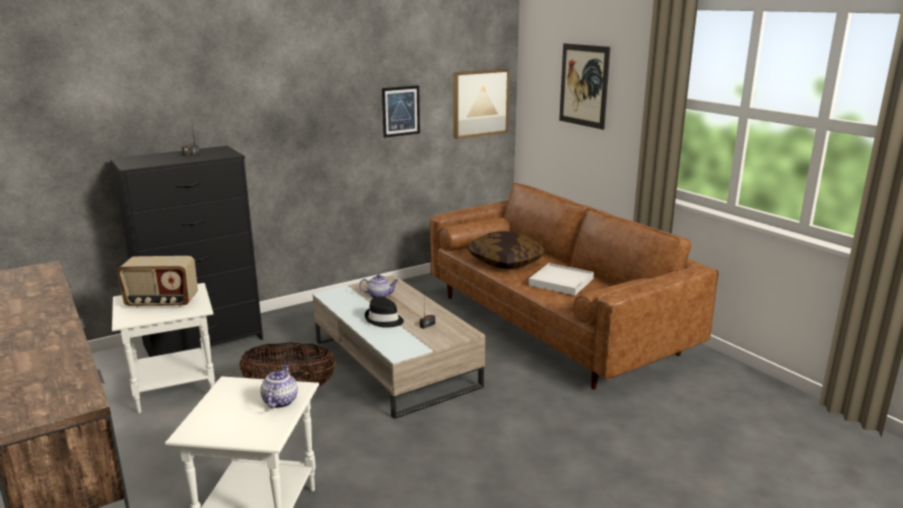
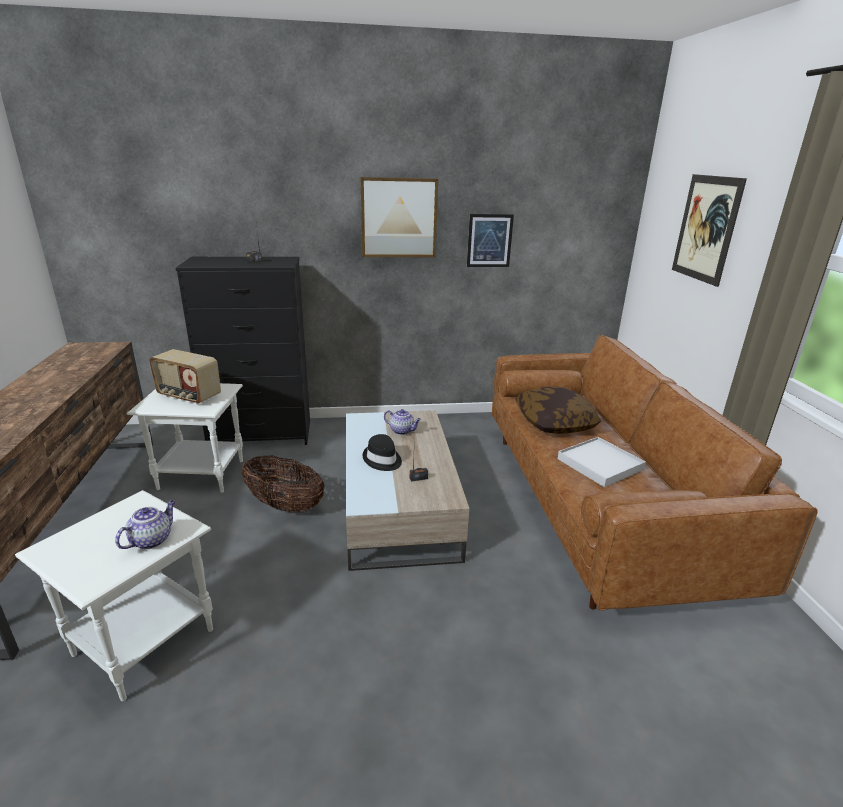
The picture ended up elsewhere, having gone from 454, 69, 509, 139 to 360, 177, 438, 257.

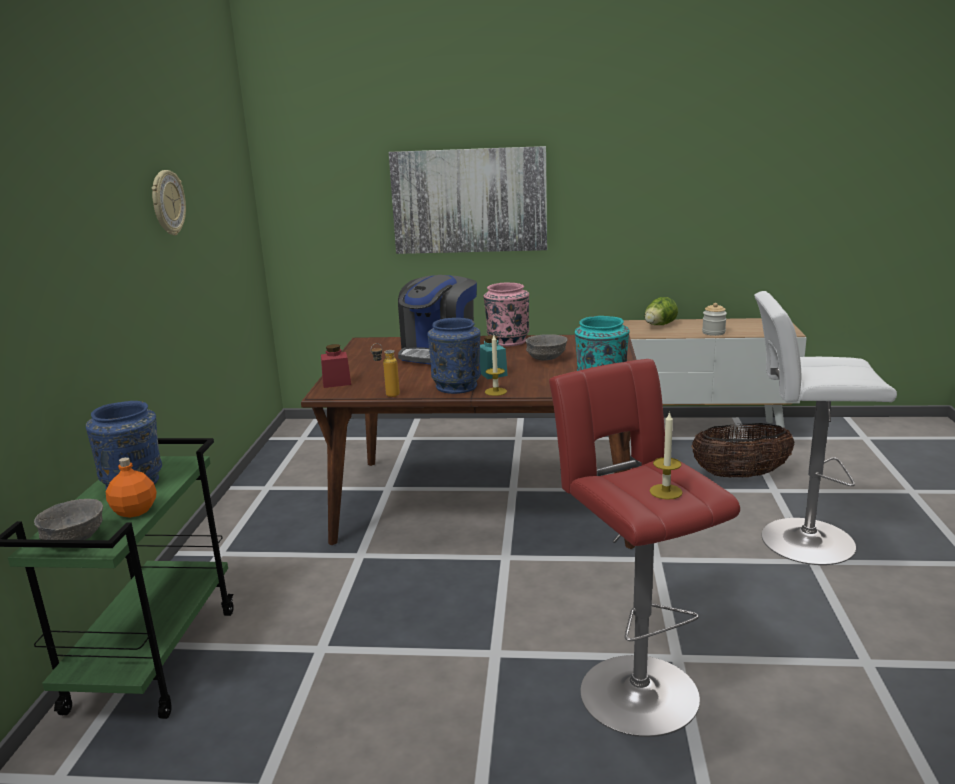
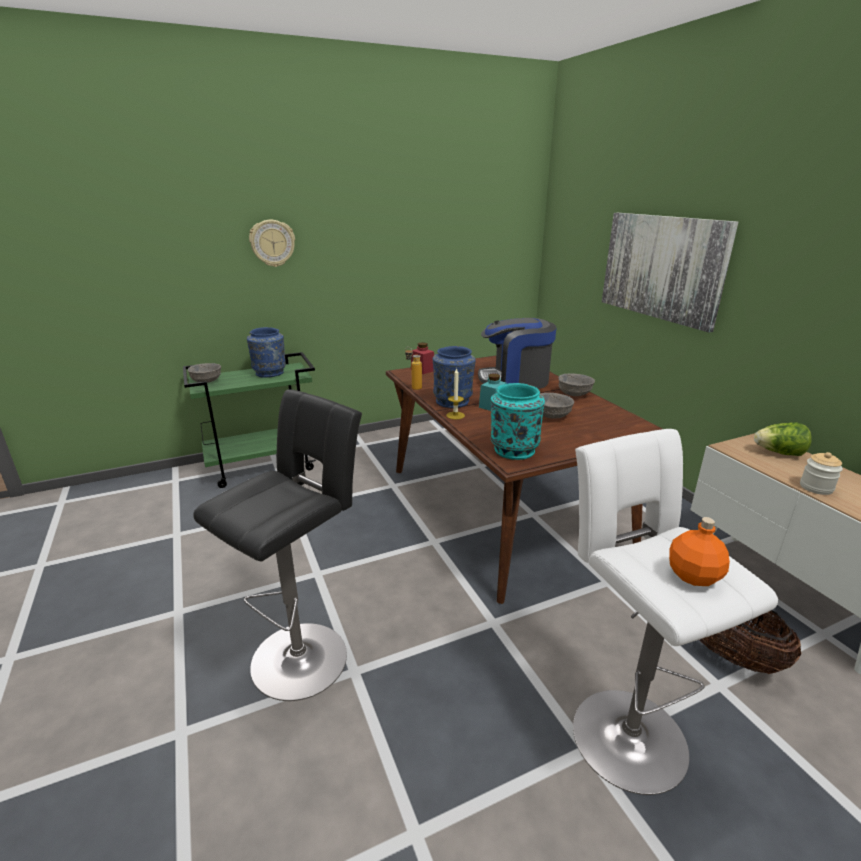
The wall clock ended up elsewhere, having gone from 152, 170, 186, 235 to 249, 220, 295, 267.
Where the pink vase stood at 483, 282, 529, 347, the grey bowl came to stand at 558, 373, 595, 396.
What was the red stool at 549, 359, 740, 737 turned into the black stool at 193, 389, 362, 701.
The second view lost the candle at 650, 411, 683, 500.
The orange bottle ended up elsewhere, having gone from 106, 457, 157, 518 to 669, 517, 730, 586.

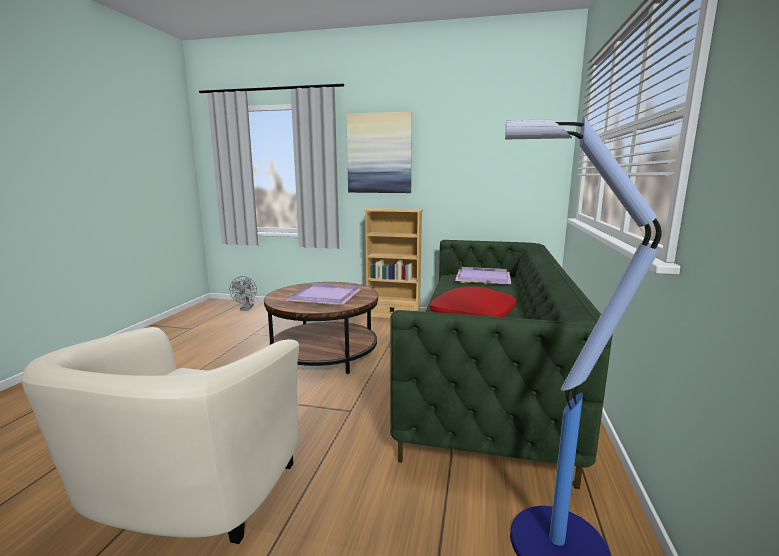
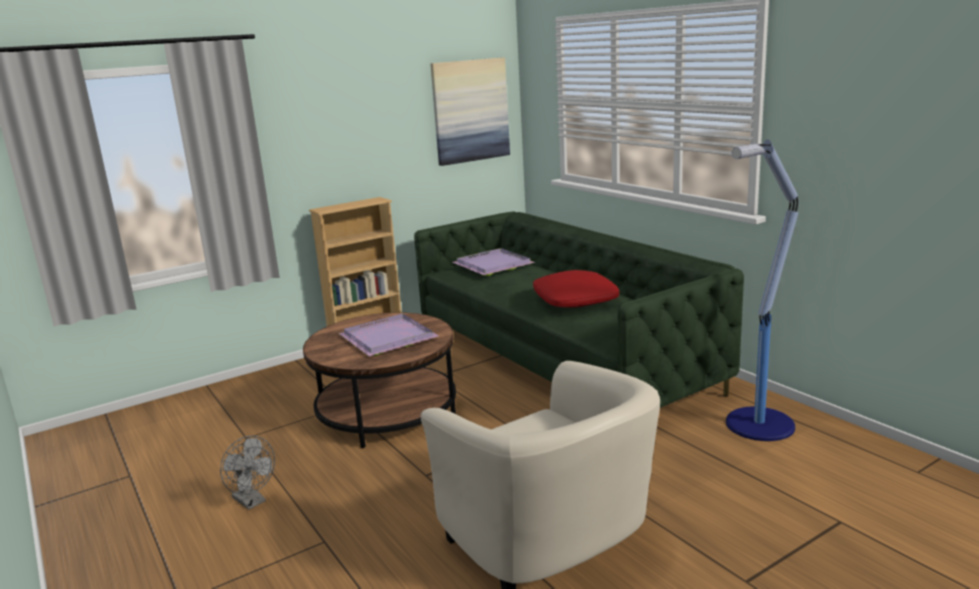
The picture ended up elsewhere, having gone from 346, 112, 412, 193 to 431, 57, 510, 166.
The grey fan ended up elsewhere, having gone from 230, 276, 257, 310 to 220, 436, 275, 510.

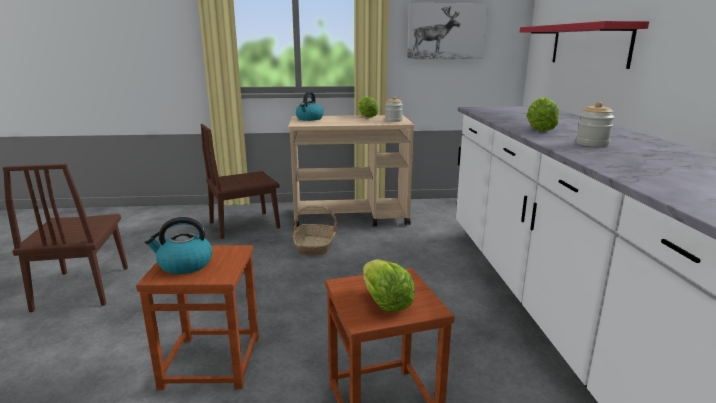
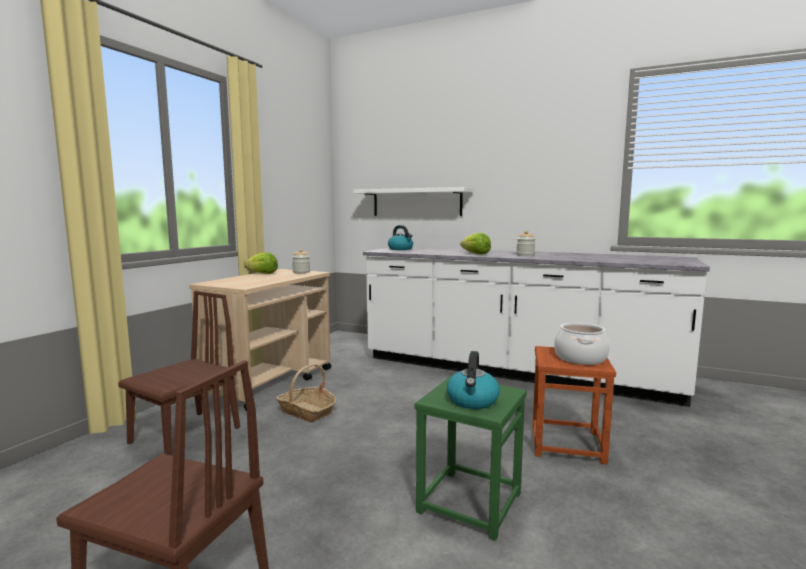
The second view lost the picture at 407, 3, 487, 59.
What was the red shelf at 520, 21, 649, 69 turned into the white shelf at 353, 187, 473, 216.
The kettle ended up elsewhere, having gone from 296, 92, 324, 121 to 388, 225, 413, 250.
The brown chair at 201, 124, 280, 239 ended up facing another way, 150 degrees counterclockwise from before.
What was the brown stool at 136, 245, 259, 390 turned into the green stool at 415, 376, 527, 541.
Where the lettuce stood at 363, 259, 415, 312, the cooking pot came to stand at 554, 323, 610, 365.

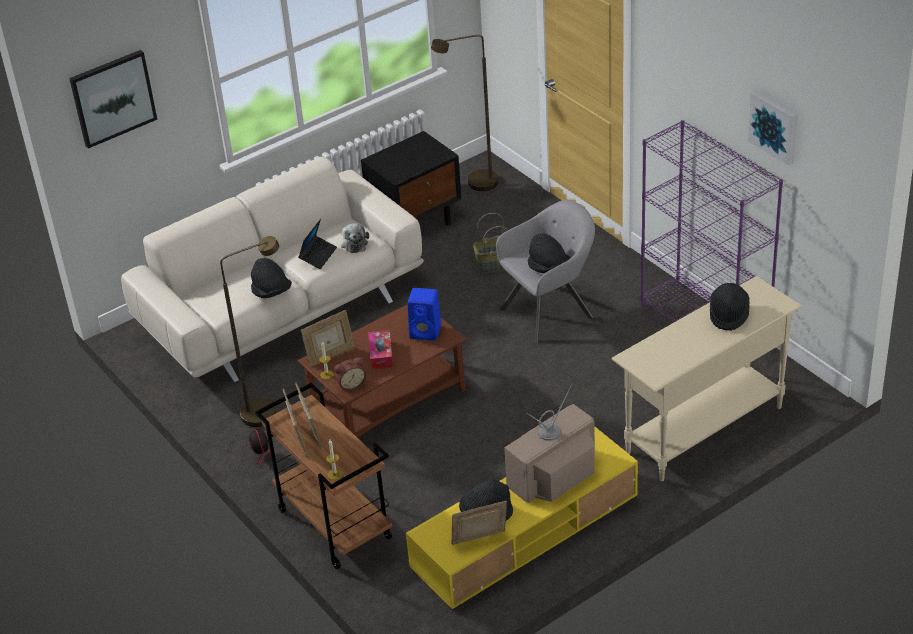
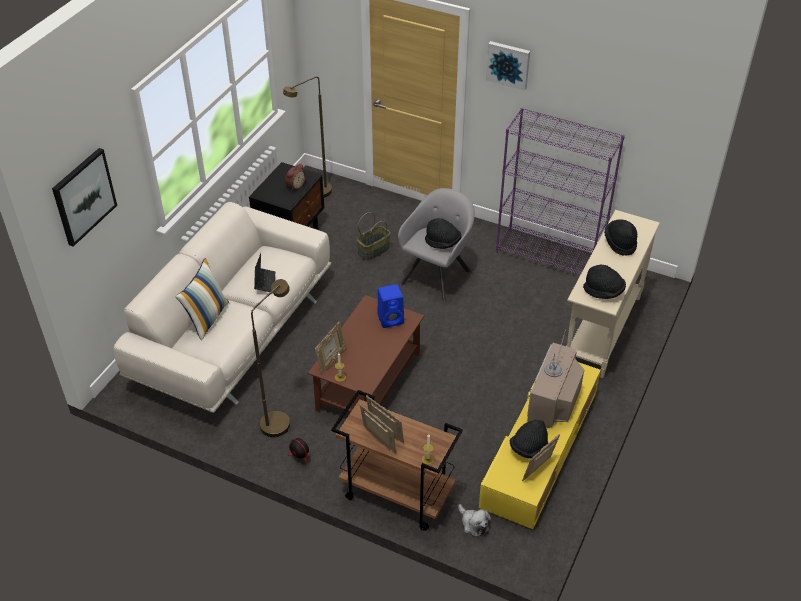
The picture ended up elsewhere, having gone from 748, 91, 798, 166 to 486, 41, 530, 90.
The plush toy ended up elsewhere, having gone from 341, 223, 369, 253 to 458, 504, 491, 537.
The black hat ended up elsewhere, having gone from 251, 258, 292, 298 to 583, 265, 626, 299.
The second view lost the tissue box at 368, 330, 393, 370.
The alarm clock ended up elsewhere, having gone from 334, 357, 366, 391 to 285, 163, 306, 190.
The second view gained the pillow at 175, 258, 229, 341.

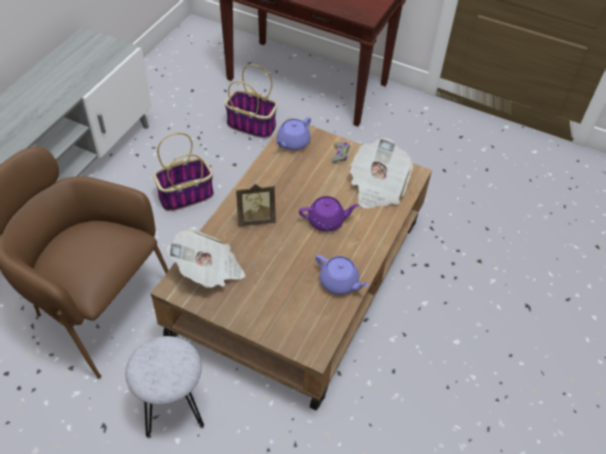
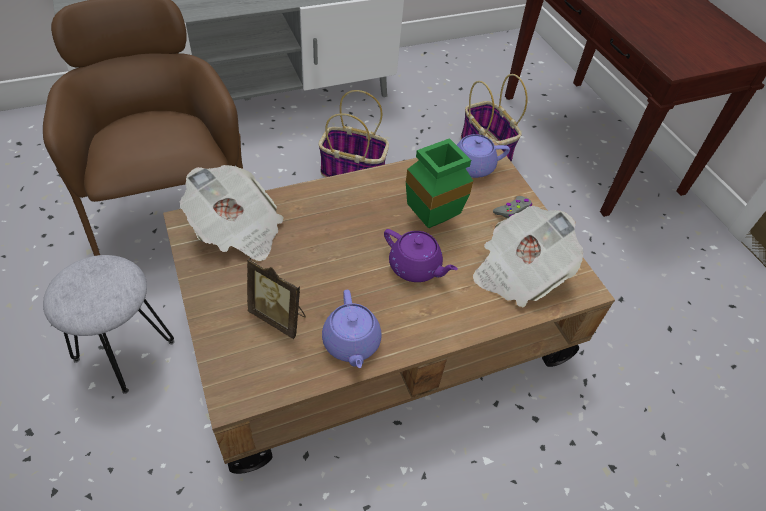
The picture frame ended up elsewhere, having gone from 236, 184, 276, 226 to 247, 258, 306, 339.
The second view gained the green vase at 406, 138, 473, 228.

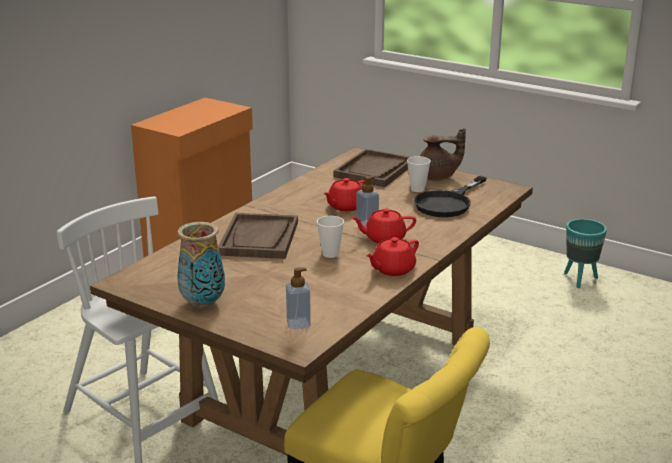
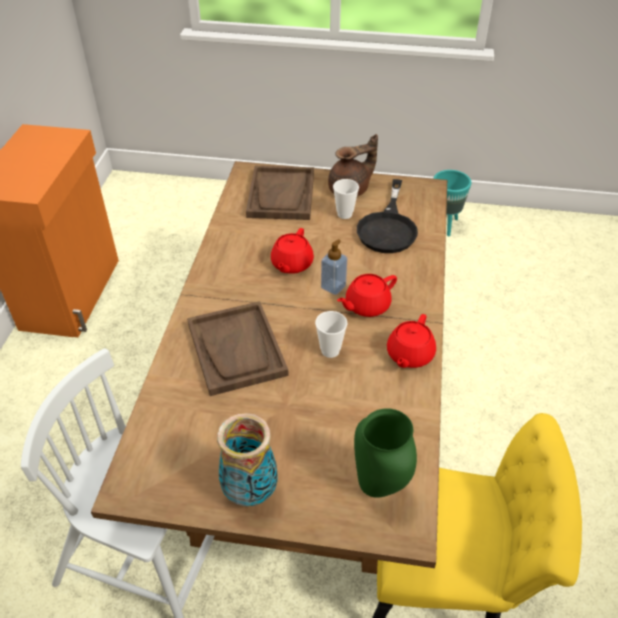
Where the soap dispenser stood at 286, 268, 311, 329, the green vase came to stand at 354, 408, 417, 498.

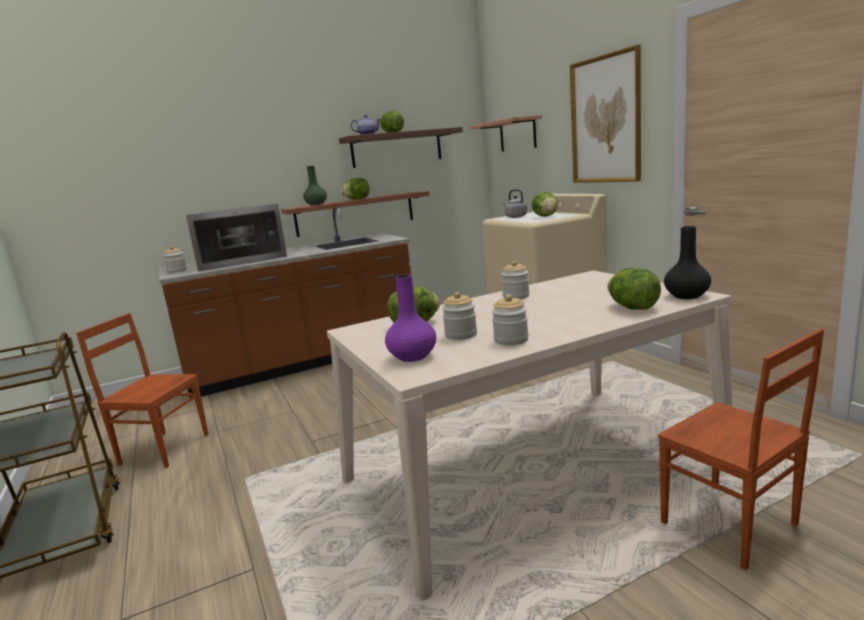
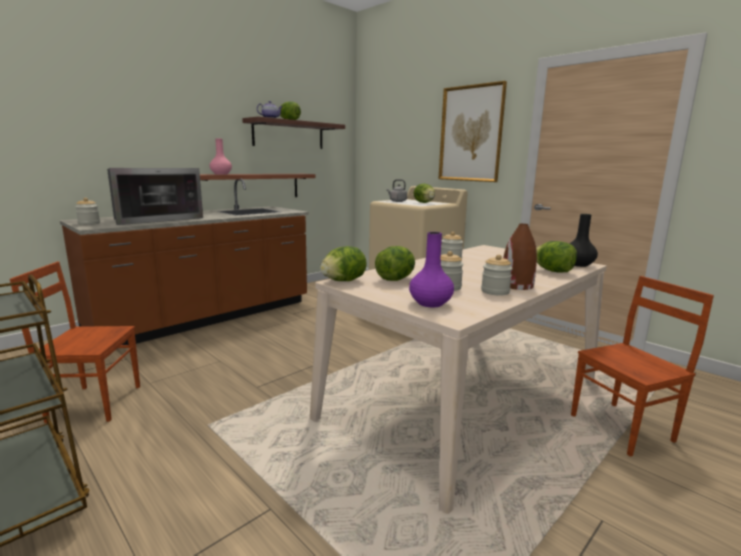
The second view lost the shelf at 470, 115, 542, 152.
What was the green vase at 303, 166, 327, 205 turned into the pink vase at 210, 138, 232, 175.
The lettuce ended up elsewhere, having gone from 340, 178, 369, 200 to 320, 246, 367, 281.
The brown chair at 658, 328, 824, 570 ended up facing another way, 60 degrees counterclockwise from before.
The second view gained the brown vase at 503, 224, 537, 290.

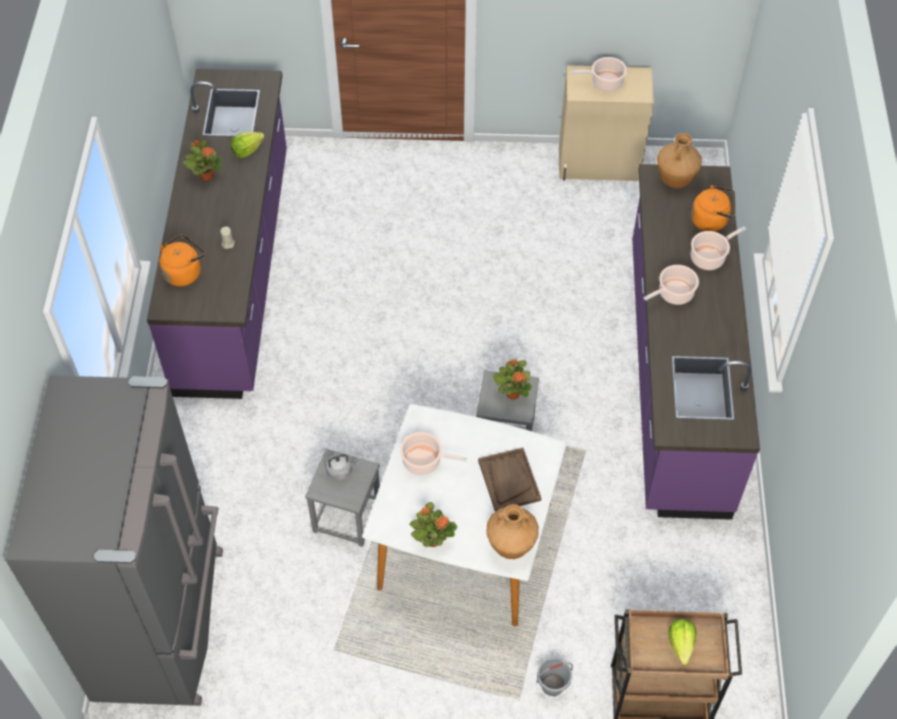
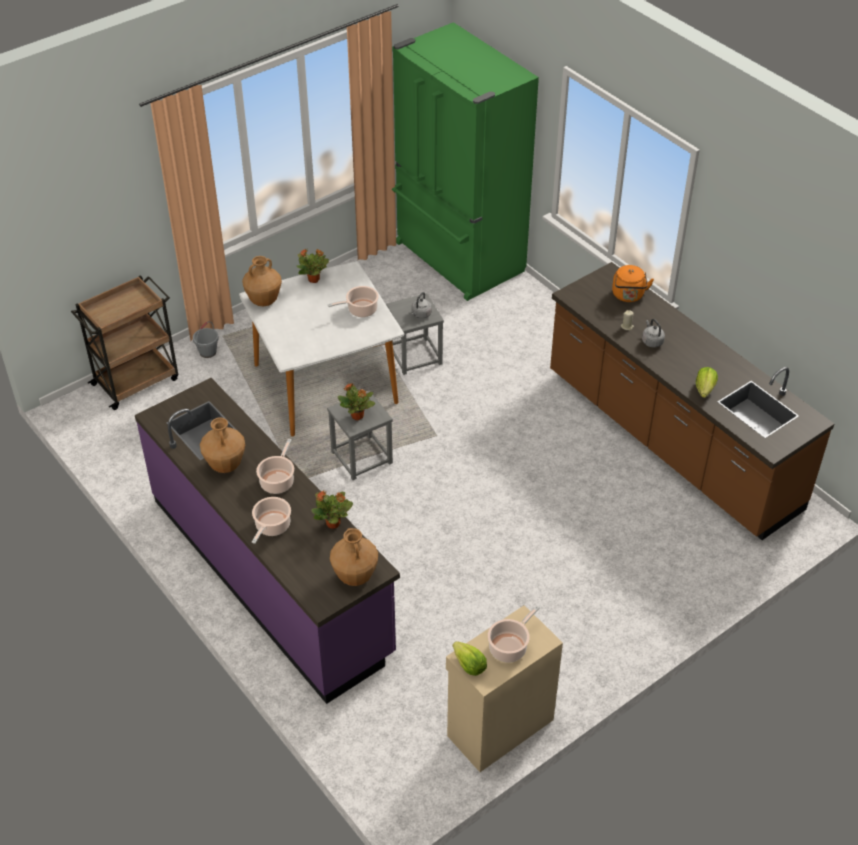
What was the purple counter at 147, 69, 287, 399 turned into the brown counter at 550, 262, 834, 540.
The potted plant ended up elsewhere, having gone from 183, 140, 223, 181 to 311, 491, 353, 529.
The second view lost the orange kettle at 691, 185, 735, 232.
What was the grey fridge at 5, 375, 223, 706 turned into the green fridge at 392, 22, 539, 301.
The second view lost the brown tray at 478, 448, 541, 512.
The lettuce ended up elsewhere, having gone from 668, 619, 696, 665 to 453, 641, 487, 676.
The second view gained the grey kettle at 642, 319, 665, 347.
The second view gained the brown vase at 200, 417, 245, 473.

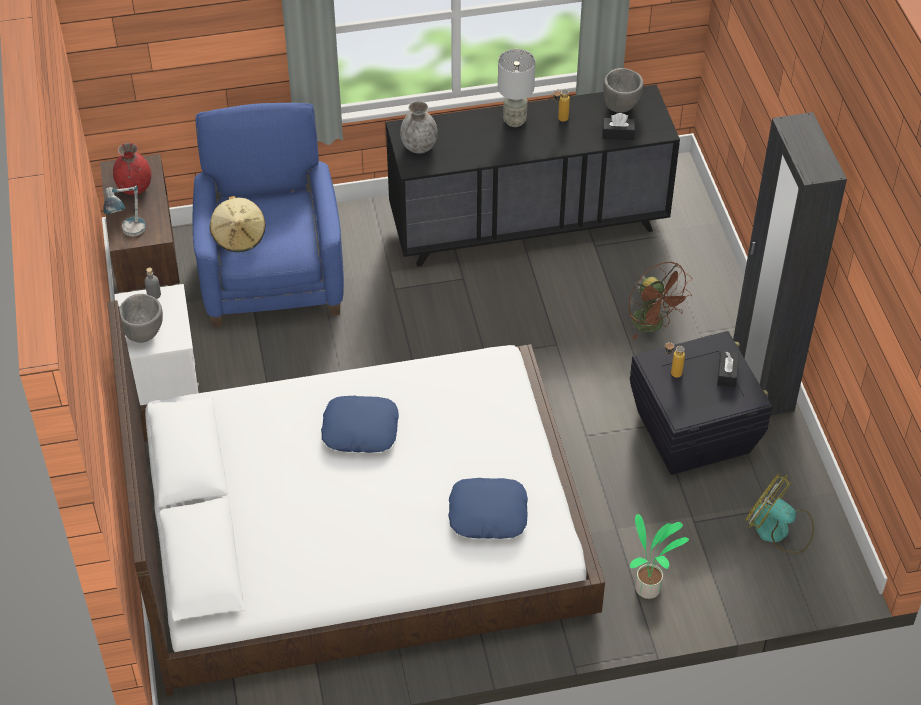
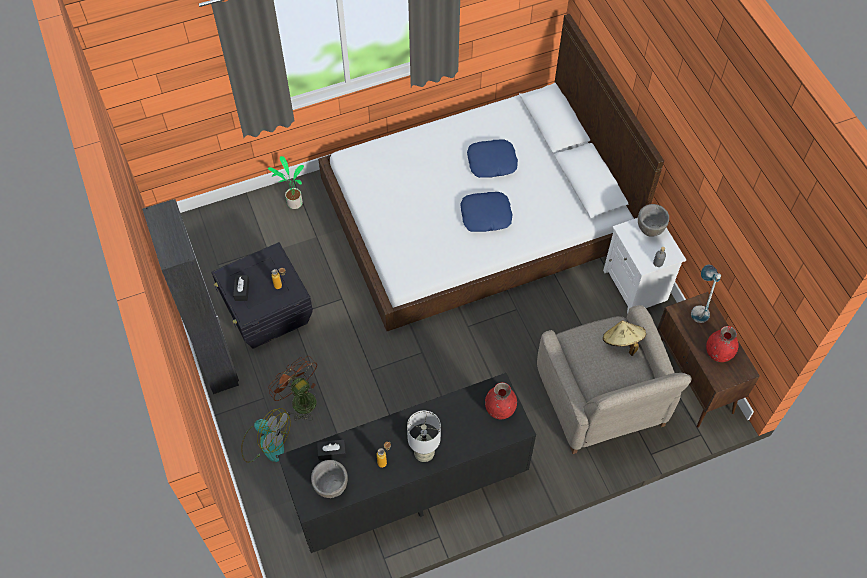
What was the grey vase at 400, 101, 438, 154 turned into the red vase at 485, 382, 517, 419.
What was the blue armchair at 193, 103, 344, 327 turned into the beige armchair at 537, 305, 691, 454.
The fan ended up elsewhere, having gone from 745, 474, 814, 553 to 241, 408, 291, 463.
The blue pillow ended up elsewhere, having gone from 448, 478, 528, 539 to 467, 139, 518, 178.

